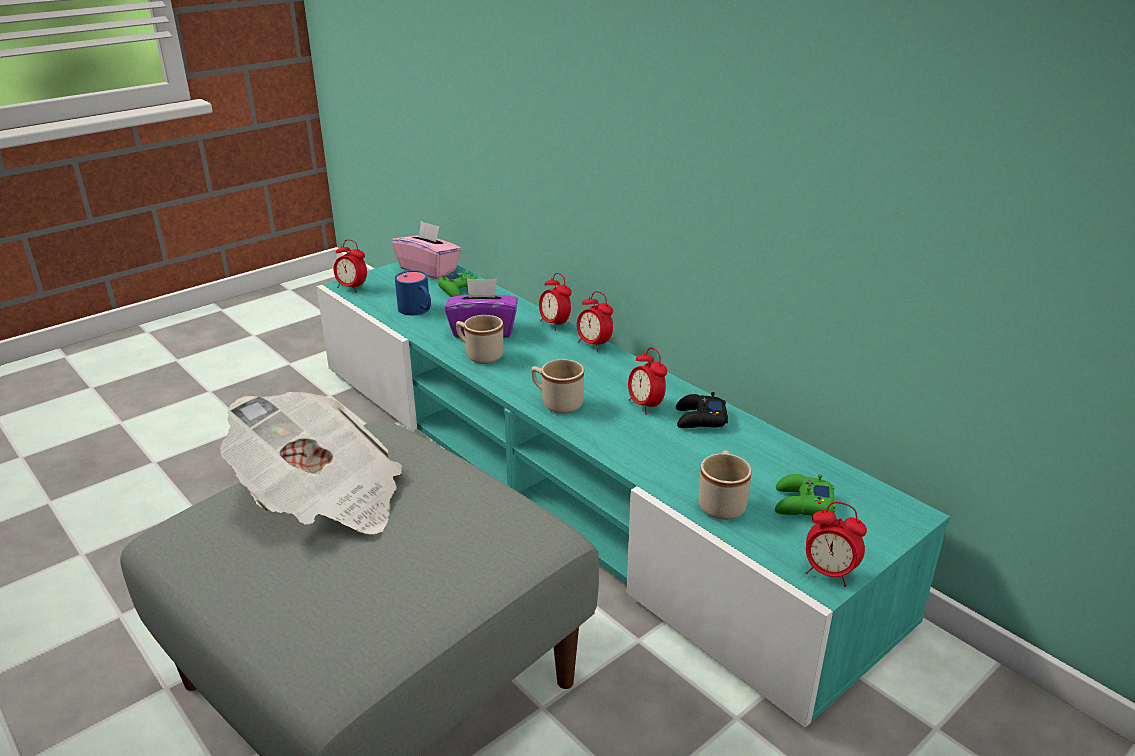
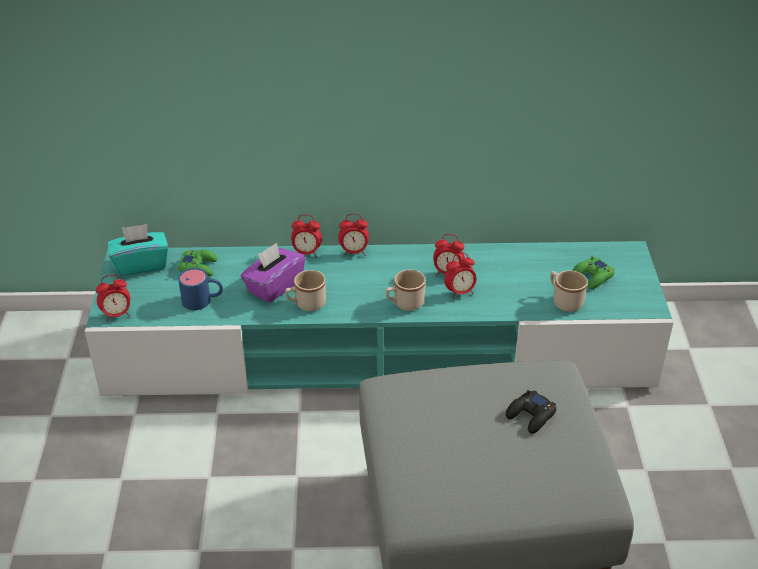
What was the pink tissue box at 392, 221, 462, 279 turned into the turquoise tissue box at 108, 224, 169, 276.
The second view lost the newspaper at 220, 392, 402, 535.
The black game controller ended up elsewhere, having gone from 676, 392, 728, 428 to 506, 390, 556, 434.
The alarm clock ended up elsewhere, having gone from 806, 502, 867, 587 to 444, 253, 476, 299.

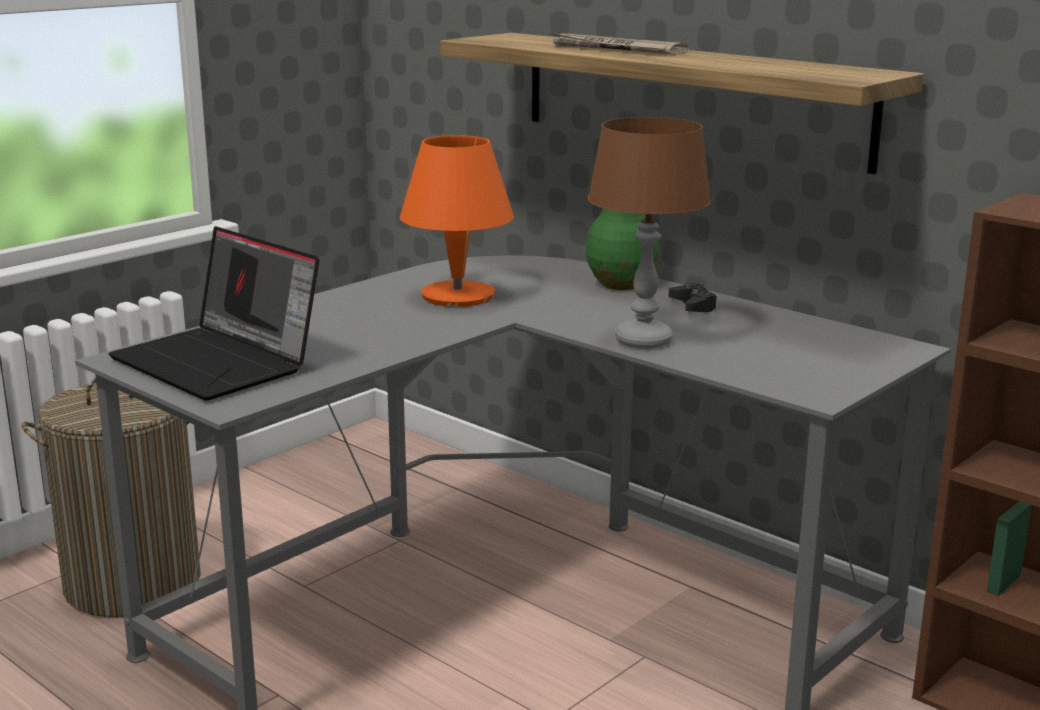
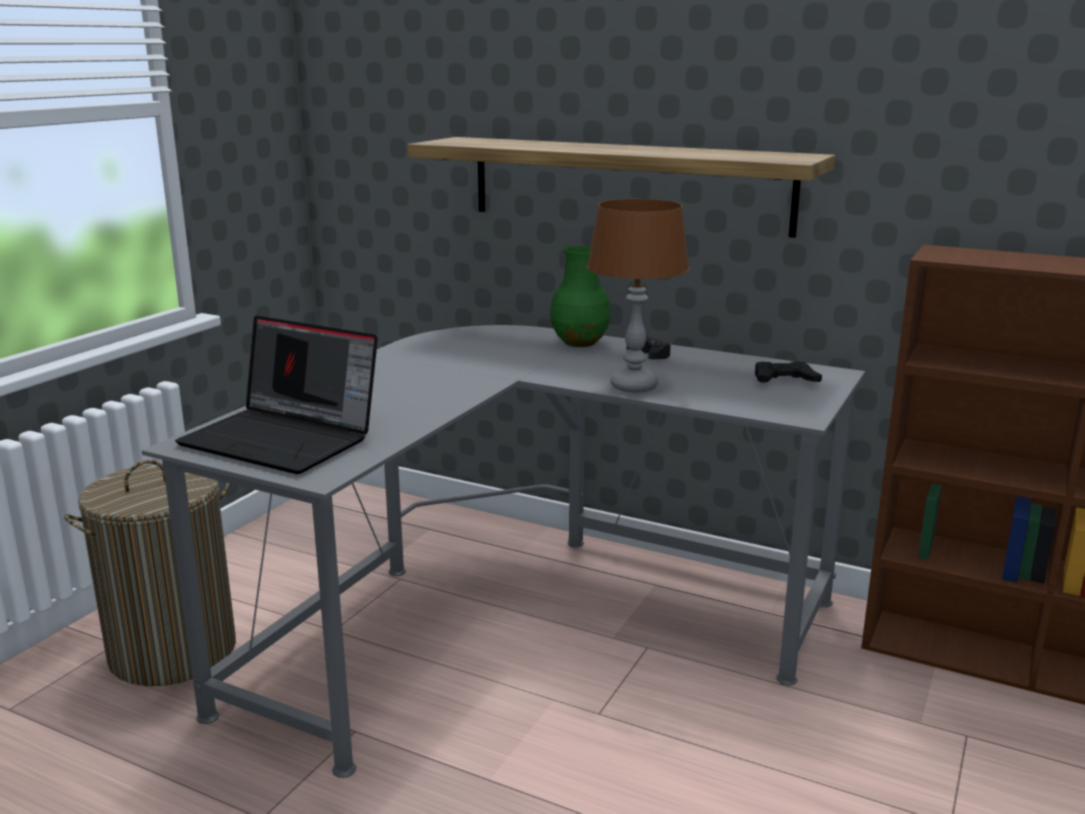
The second view lost the newspaper at 548, 32, 689, 54.
The second view lost the orange table lamp at 400, 135, 514, 307.
The second view gained the black game controller at 755, 361, 822, 383.

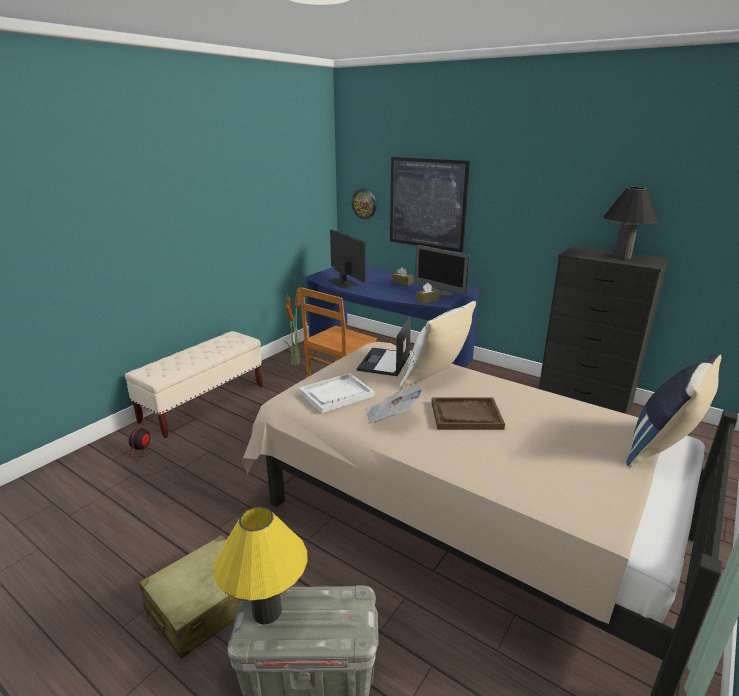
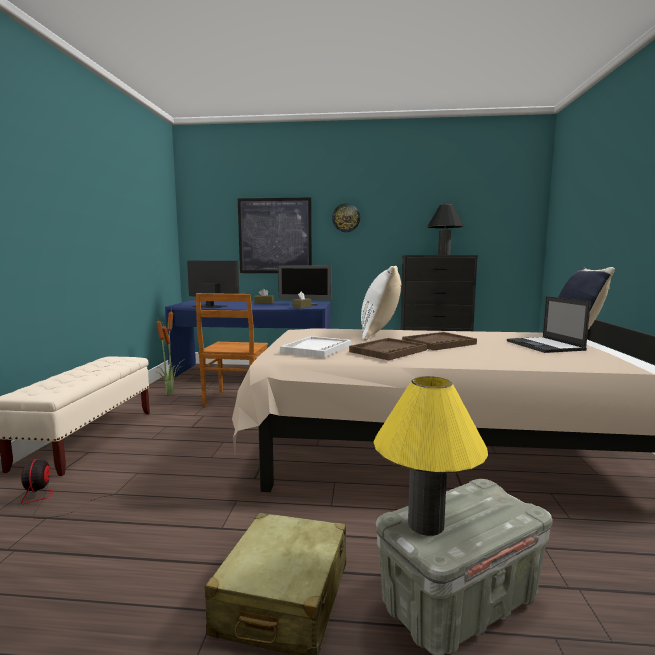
The wall clock ended up elsewhere, having gone from 352, 189, 377, 219 to 332, 203, 360, 232.
The laptop ended up elsewhere, having gone from 357, 317, 411, 376 to 507, 296, 591, 353.
Where the newspaper stood at 366, 386, 423, 424, the brown tray came to stand at 349, 338, 427, 360.

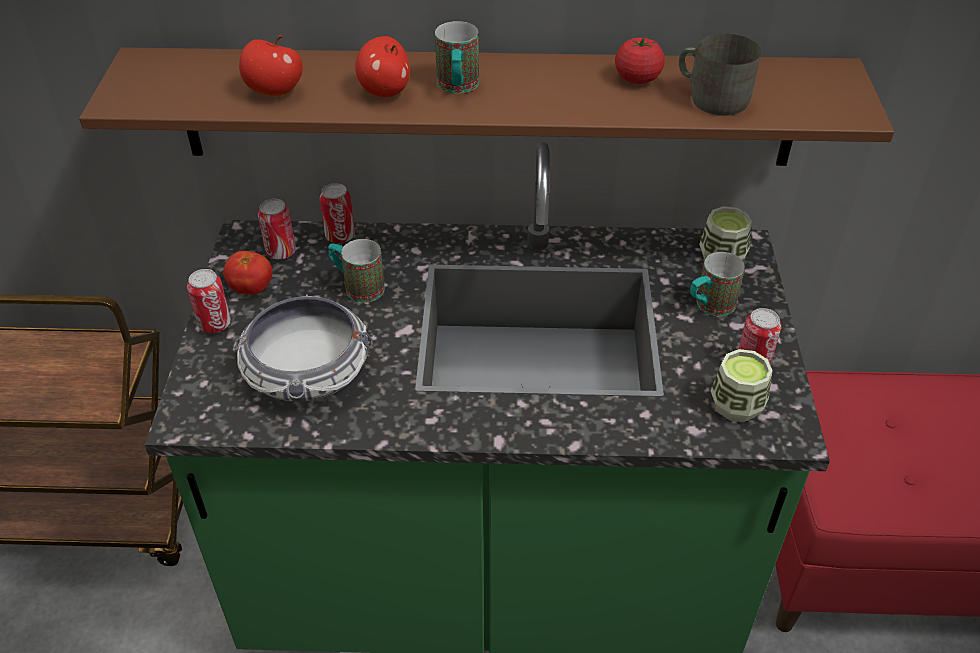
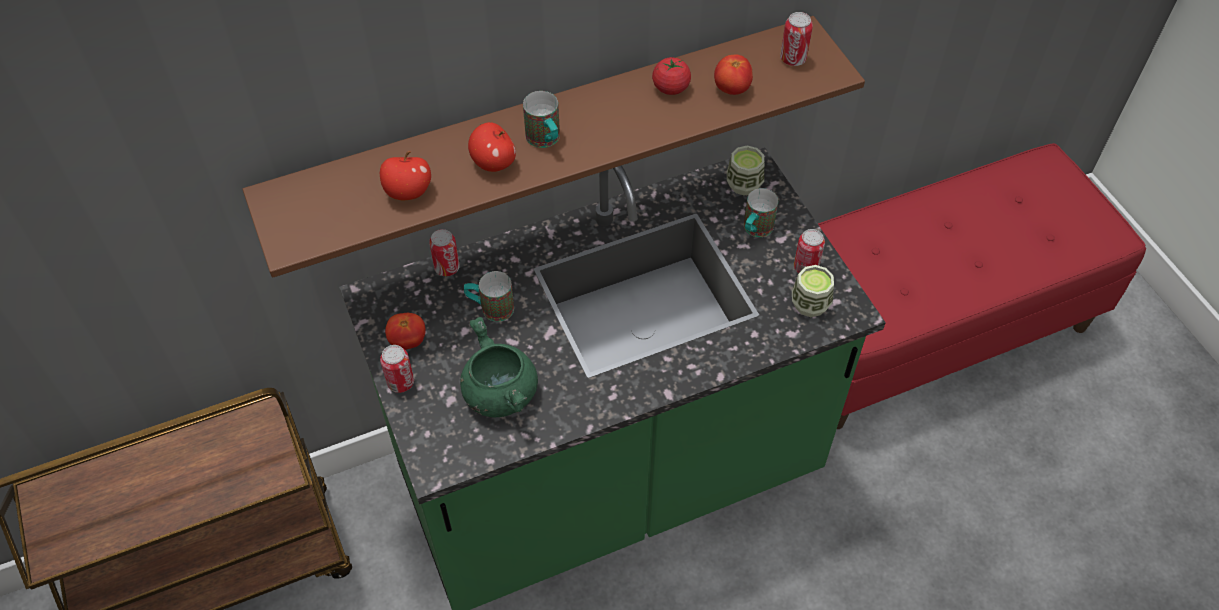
Where the grey mug stood at 679, 34, 761, 116, the tomato came to stand at 714, 54, 753, 95.
The can ended up elsewhere, having gone from 258, 199, 296, 259 to 780, 12, 813, 66.
Where the bowl stood at 233, 294, 373, 402, the green cooking pot came to stand at 460, 317, 538, 417.

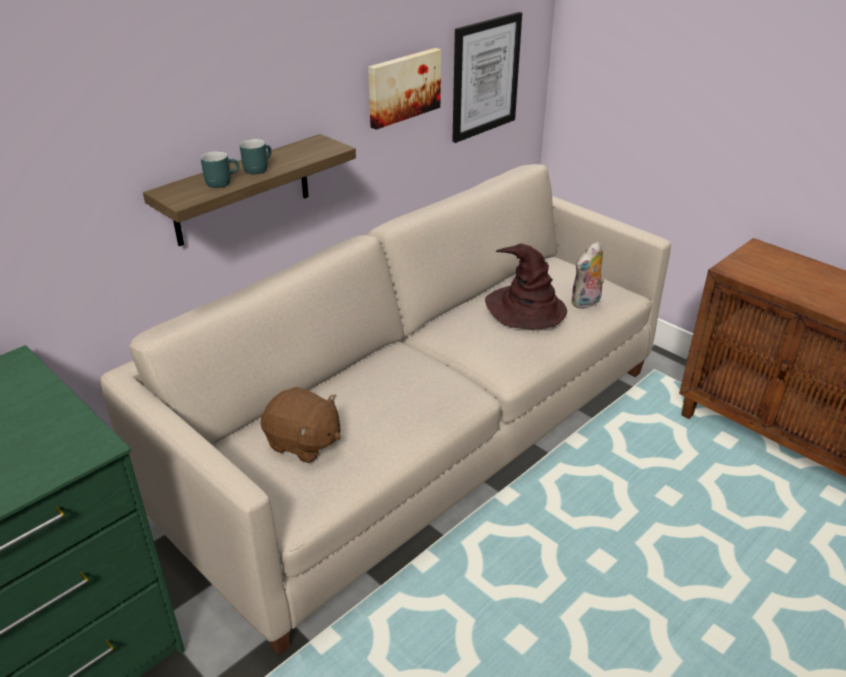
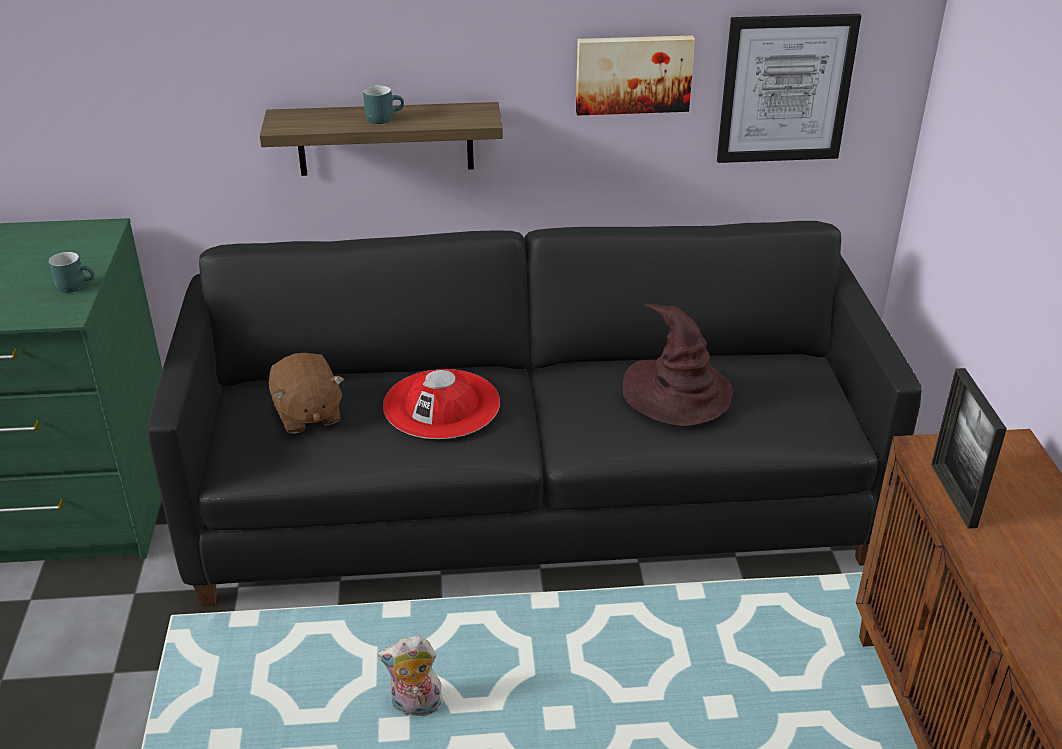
The turquoise mug ended up elsewhere, having gone from 201, 151, 239, 188 to 48, 252, 94, 293.
What was the beige sofa at 100, 164, 671, 655 turned into the black sofa at 148, 221, 922, 606.
The plush toy ended up elsewhere, having gone from 571, 242, 604, 309 to 377, 636, 443, 716.
The second view gained the picture frame at 931, 368, 1007, 529.
The second view gained the red hat at 383, 369, 500, 439.

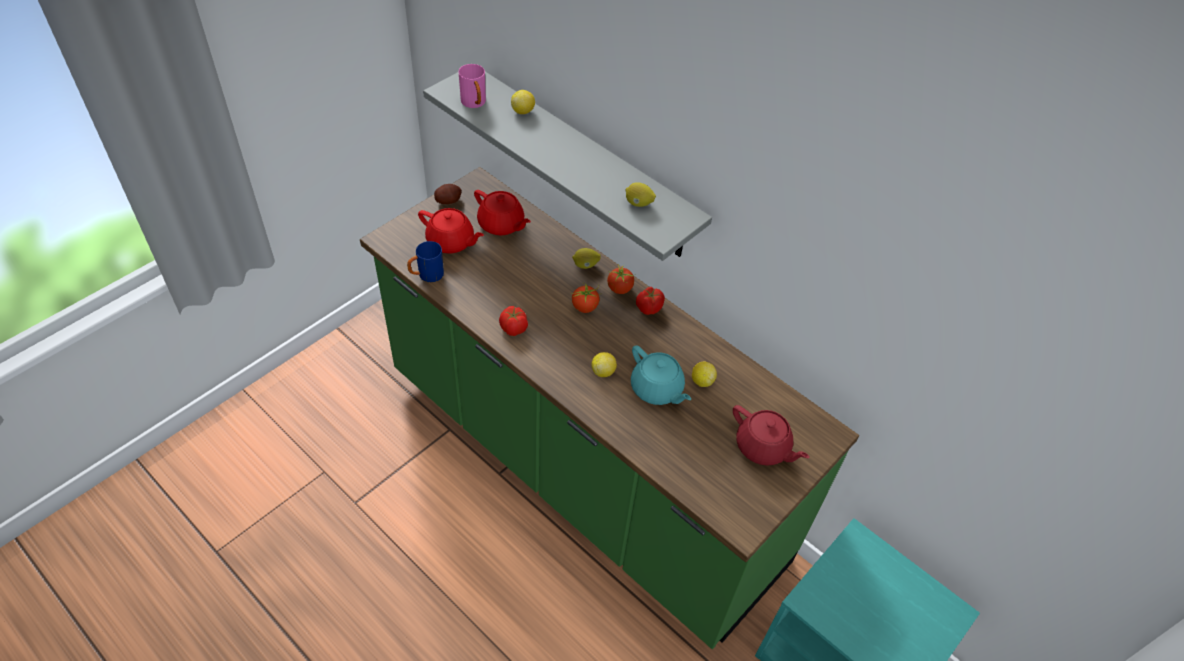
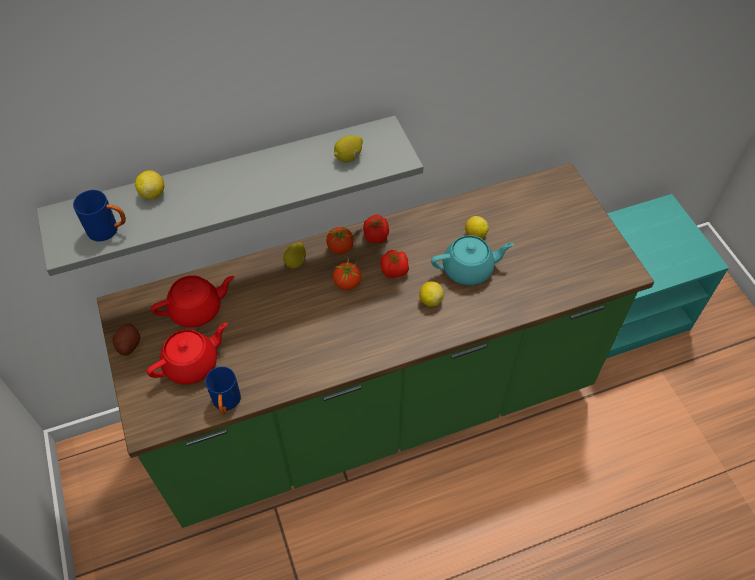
What was the pink mug at 459, 64, 486, 108 turned into the blue mug at 73, 190, 126, 242.
The tomato ended up elsewhere, having gone from 499, 306, 528, 336 to 380, 250, 409, 278.
The second view lost the red teapot at 733, 405, 810, 466.

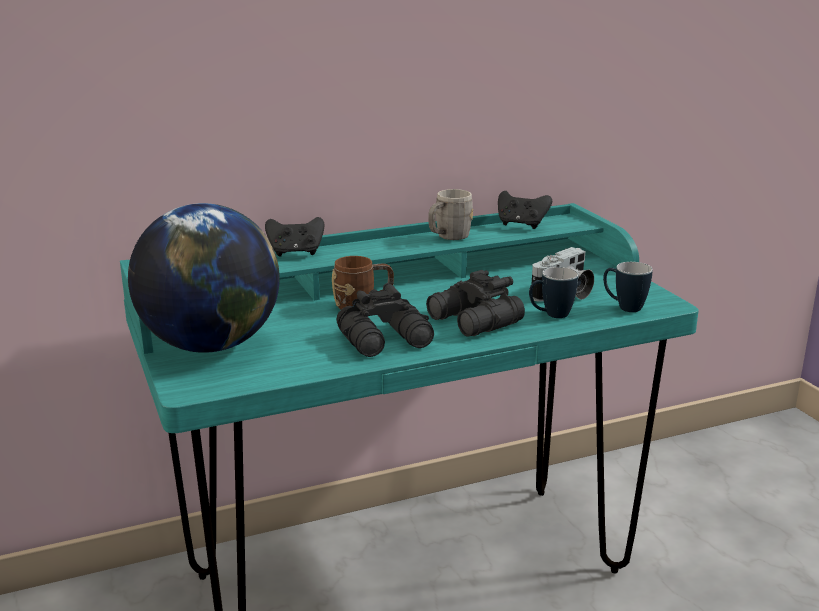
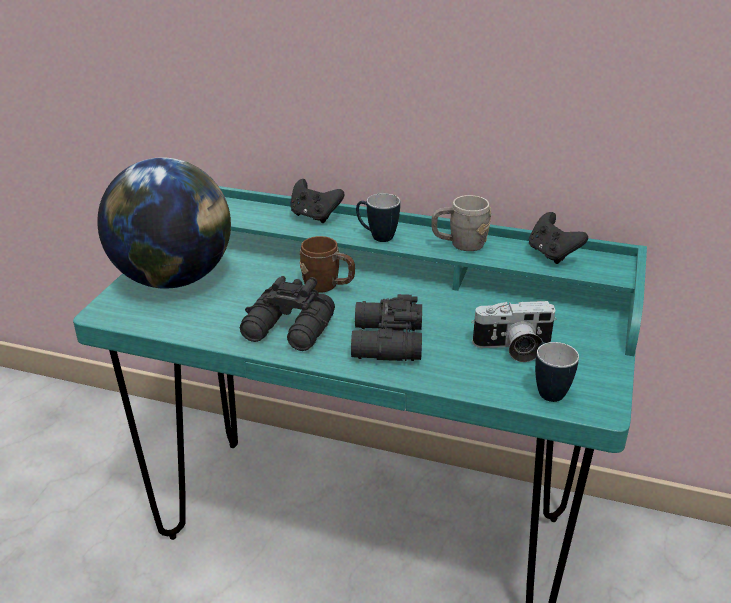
The mug ended up elsewhere, having gone from 529, 267, 578, 318 to 356, 193, 400, 242.

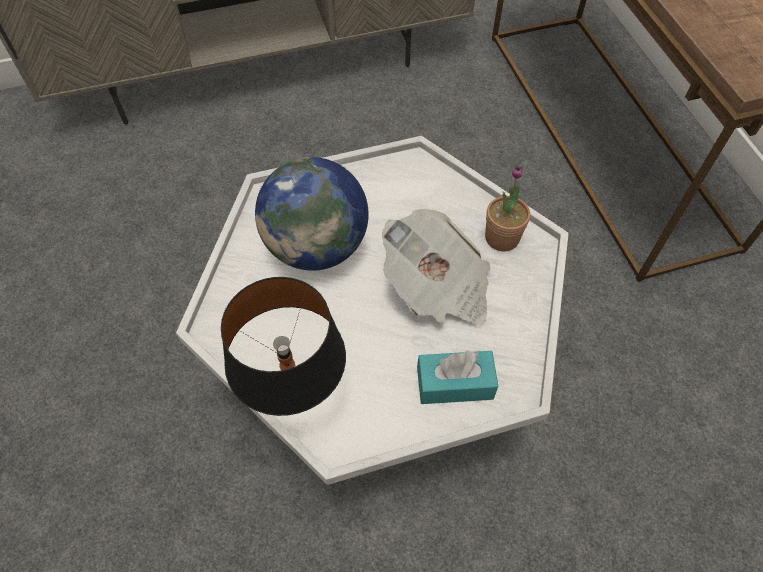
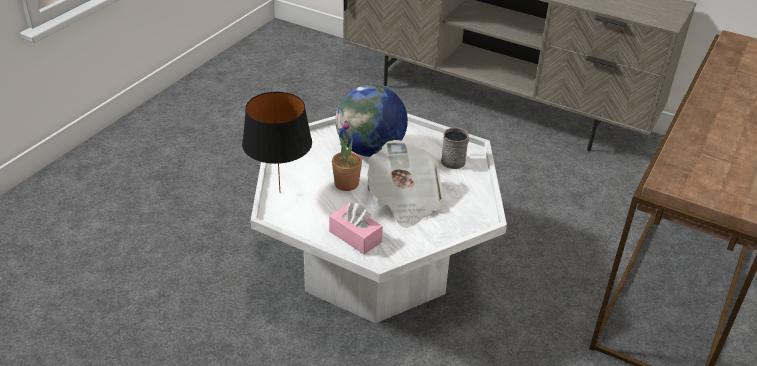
The potted plant ended up elsewhere, having gone from 485, 166, 530, 251 to 332, 120, 362, 191.
What was the turquoise tissue box at 417, 350, 498, 404 turned into the pink tissue box at 329, 202, 383, 255.
The second view gained the grey mug at 441, 128, 469, 169.

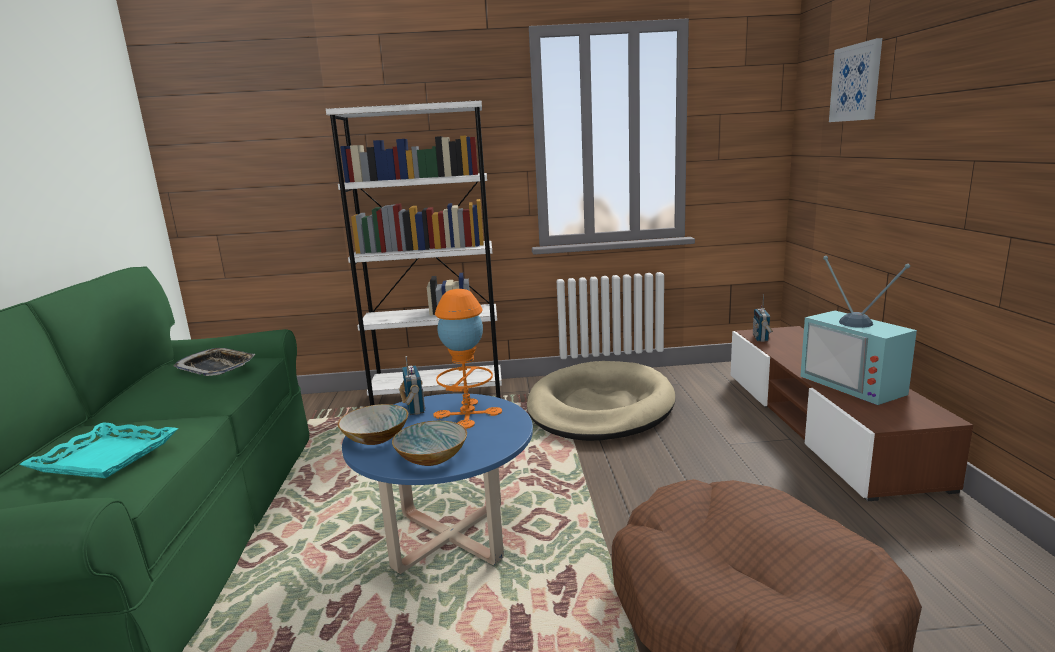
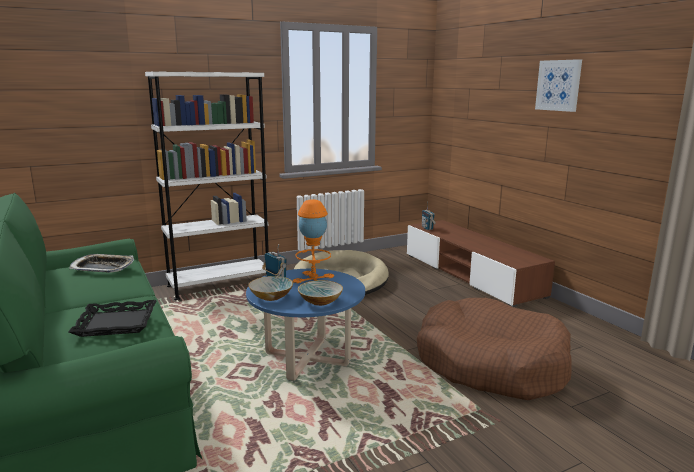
The picture ended up elsewhere, having gone from 829, 38, 882, 122 to 535, 59, 582, 112.
The second view lost the television at 800, 256, 917, 405.
What was the turquoise tray at 19, 422, 179, 478 turned into the black tray at 68, 300, 157, 337.

